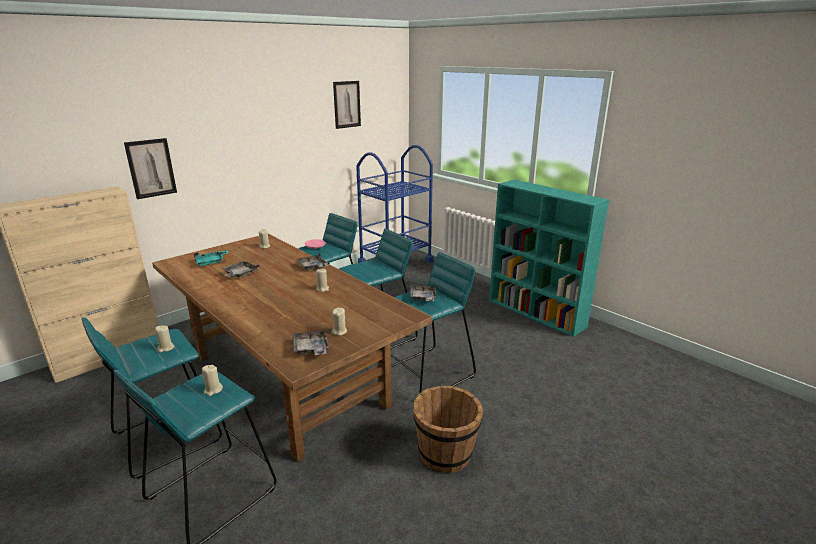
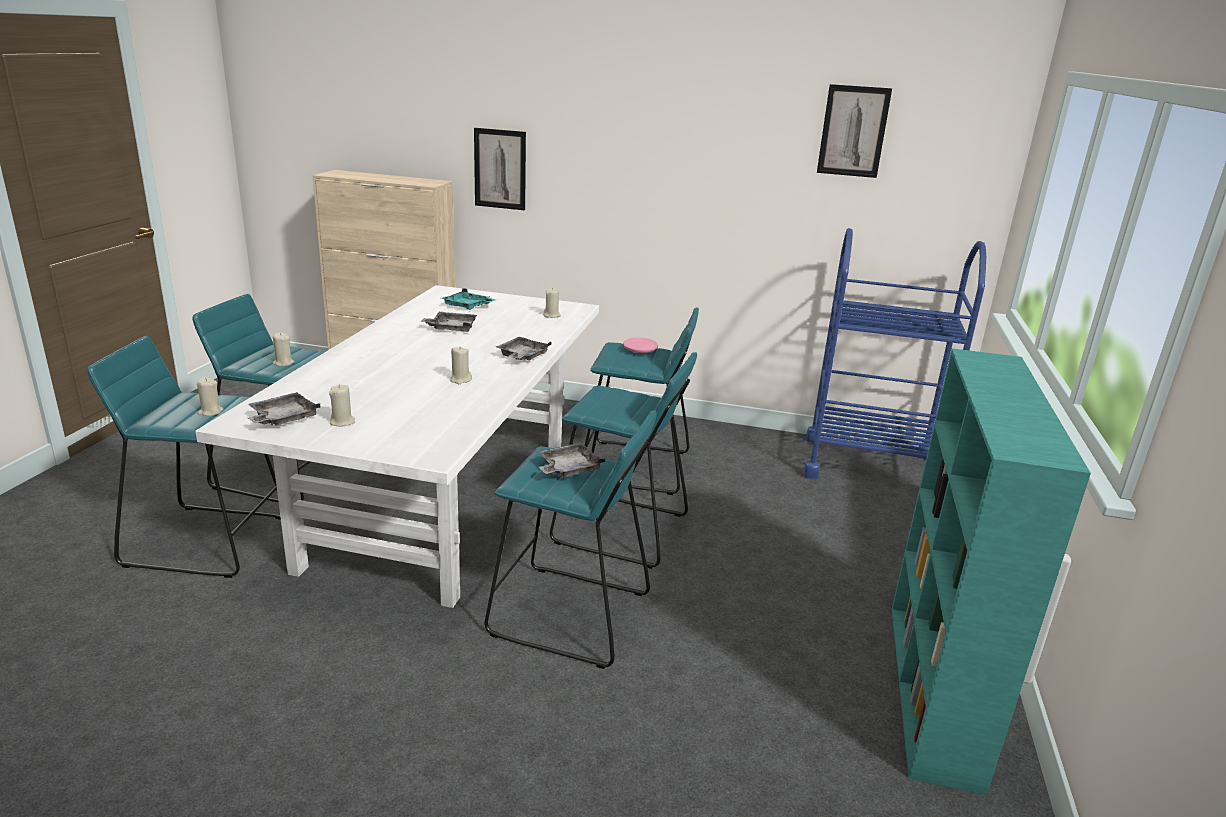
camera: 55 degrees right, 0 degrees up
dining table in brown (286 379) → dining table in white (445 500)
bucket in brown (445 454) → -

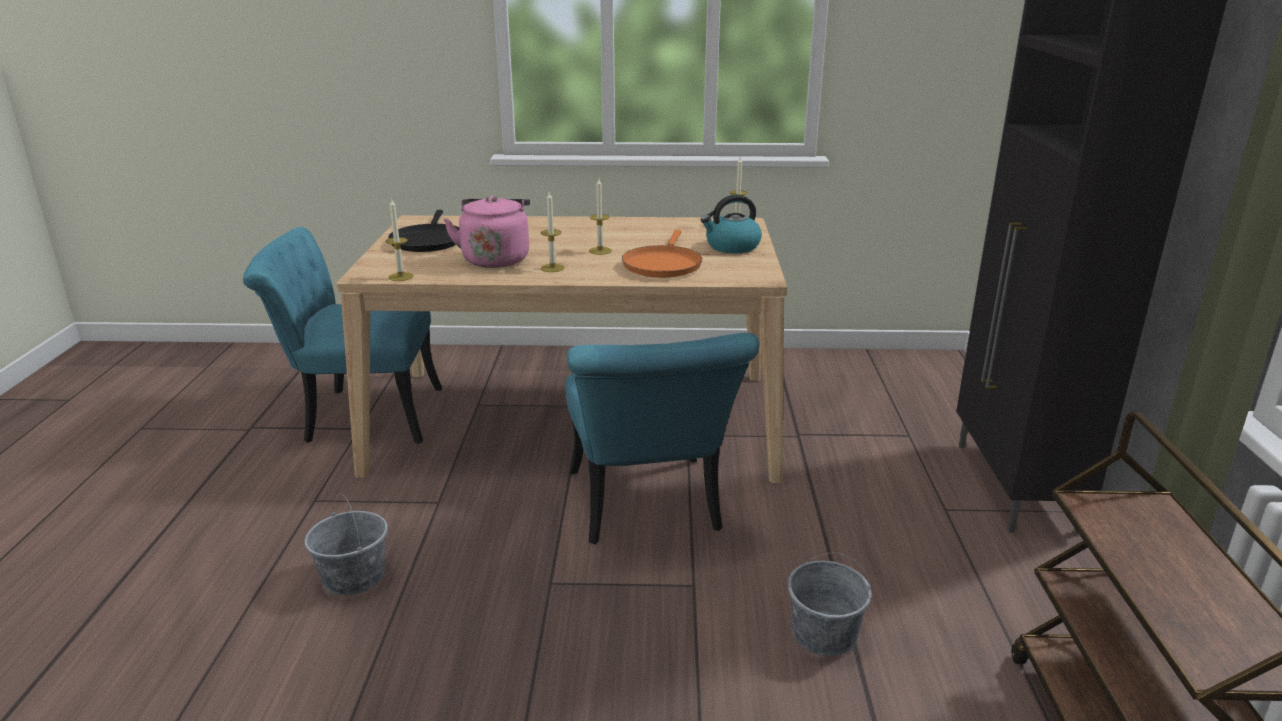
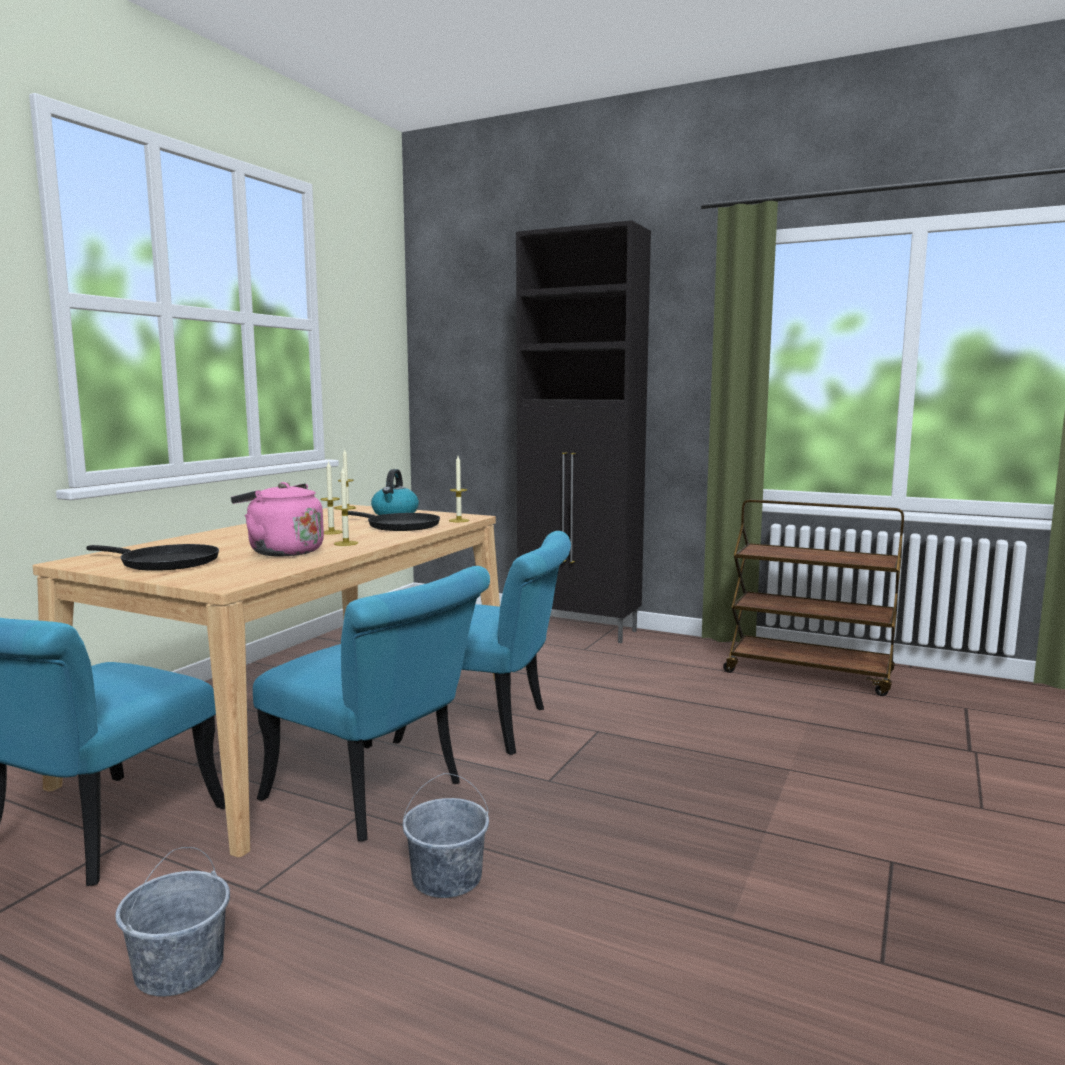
camera: 65 degrees left, 15 degrees down
candle (401 277) → candle (459 520), relocated
frying pan in orange (662 264) → frying pan in black (399 526)
bucket in grey (824 634) → bucket in grey (180 967), relocated
- → chair in turquoise (379 796)

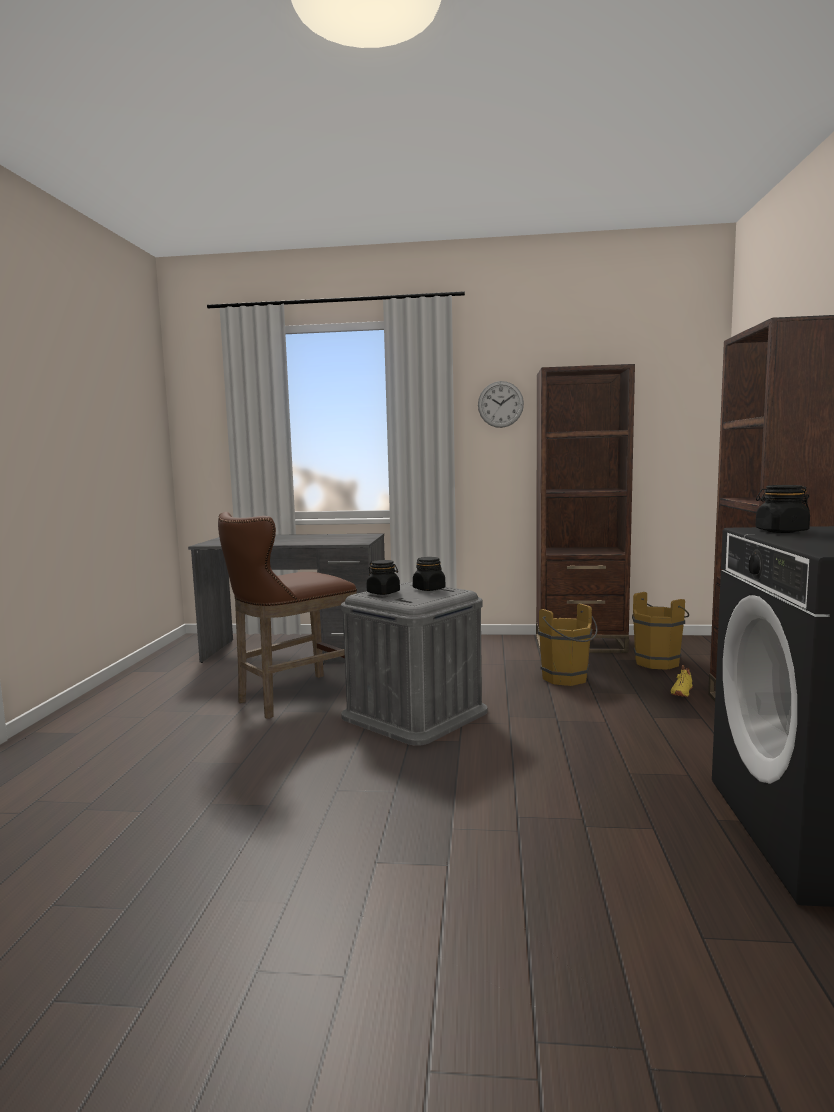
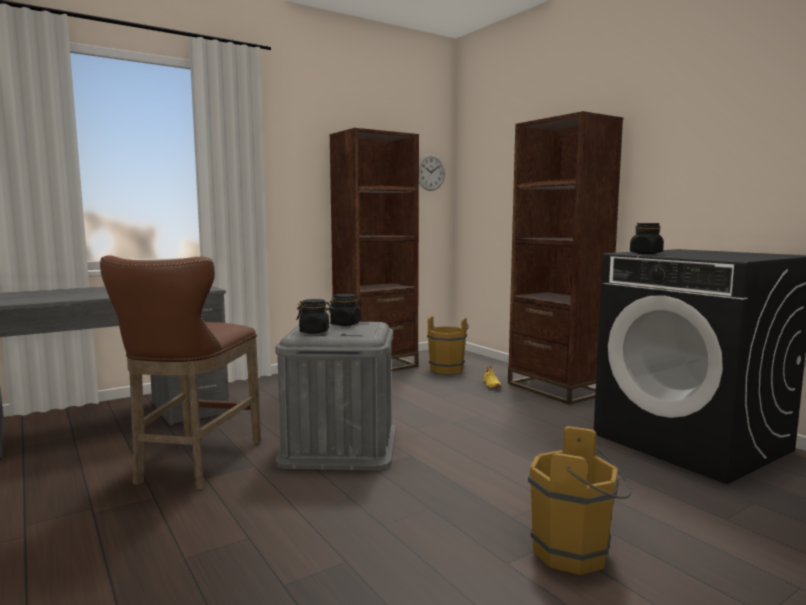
camera: 40 degrees left, 0 degrees up
wall clock (500 404) → wall clock (430 172), relocated
bucket in brown (567 679) → bucket in brown (576 554), relocated

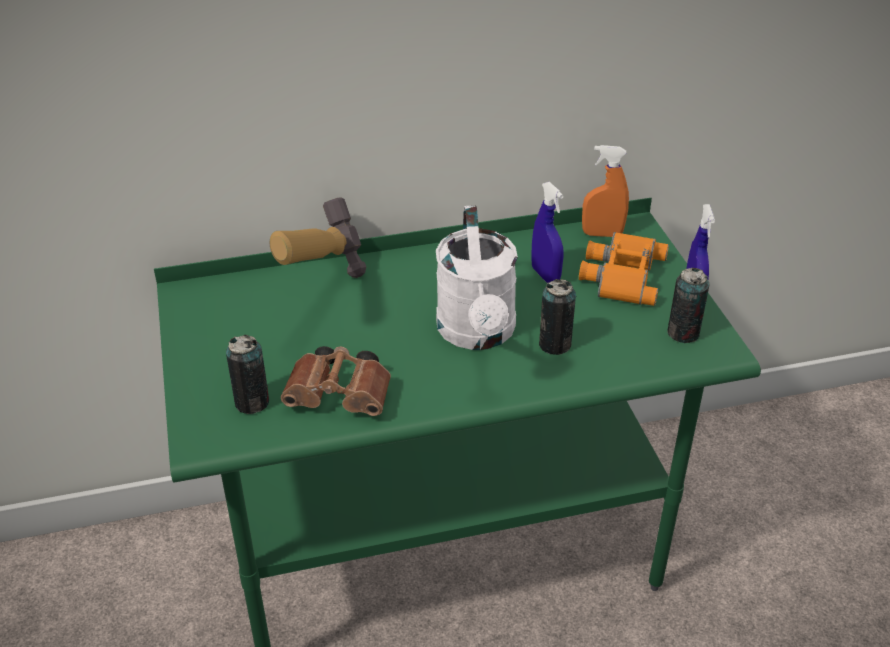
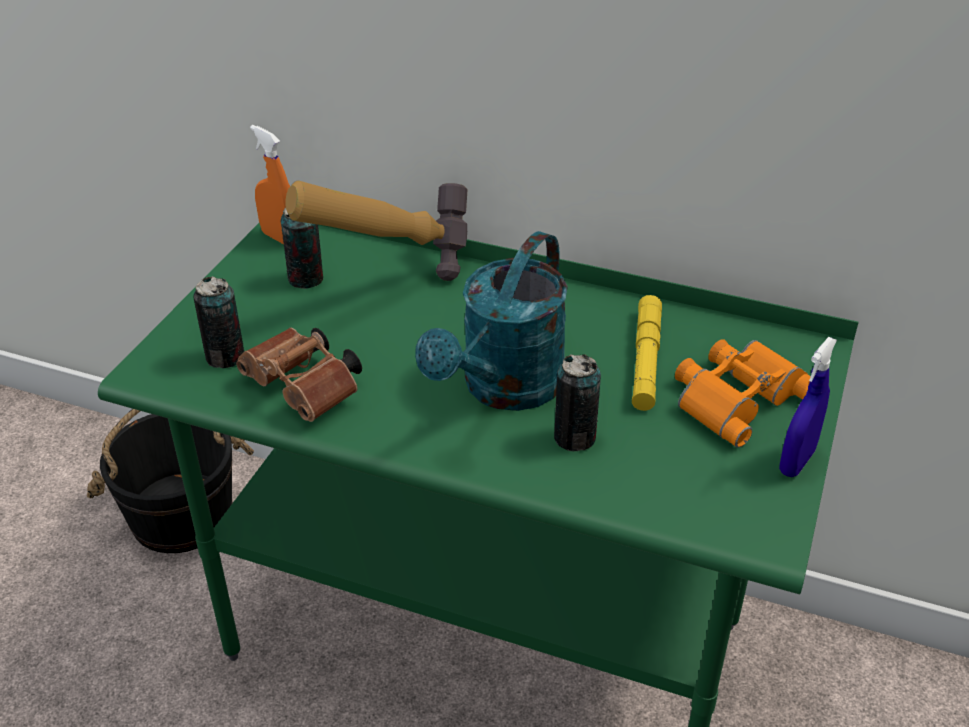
camera: 35 degrees right, 0 degrees up
spray bottle in orange (602 234) → spray bottle in orange (280 238), relocated
spray bottle in blue (545 275) → flashlight in yellow (646 359)
watering can in white (478 334) → watering can in turquoise (504 389)
can (683 333) → can (306 279), relocated
- → bucket in black (181 514)

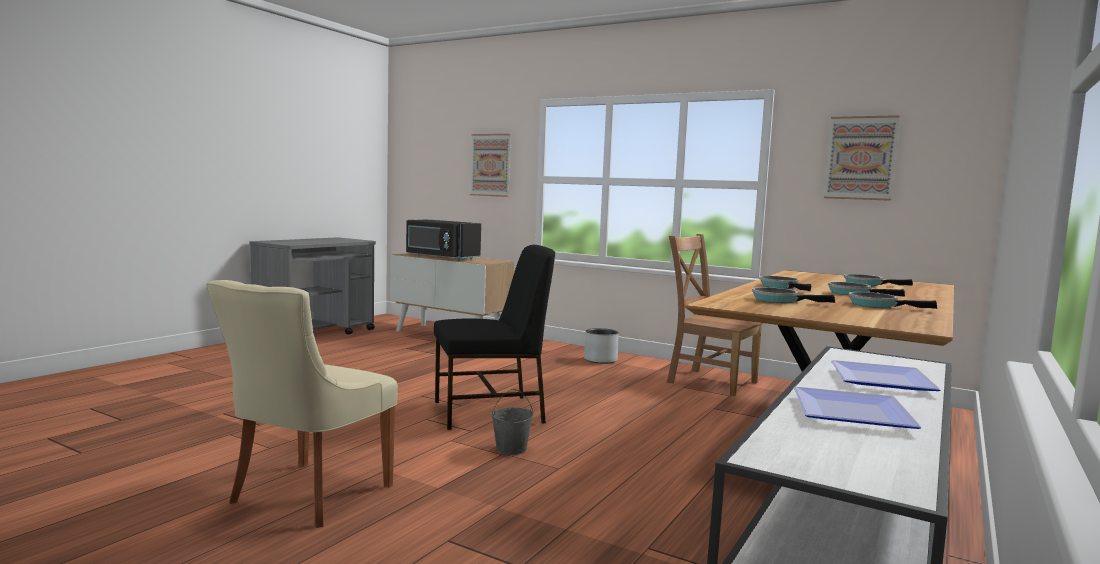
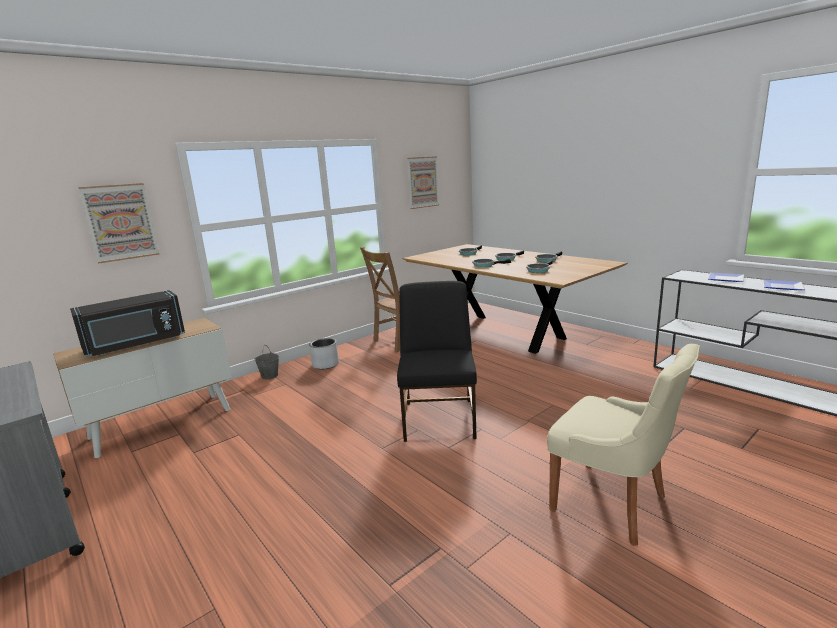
camera: 70 degrees left, 10 degrees up
bucket in grey (511 449) → bucket in grey (269 376), relocated

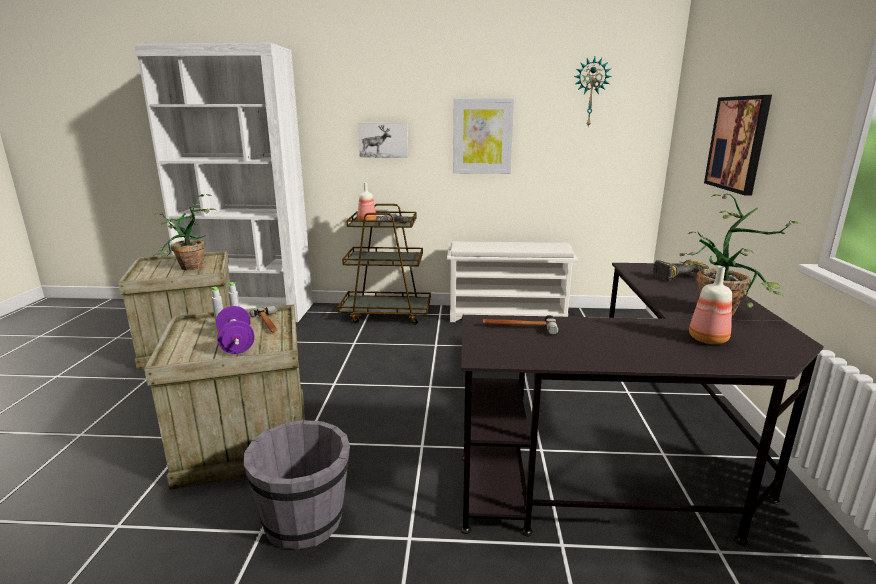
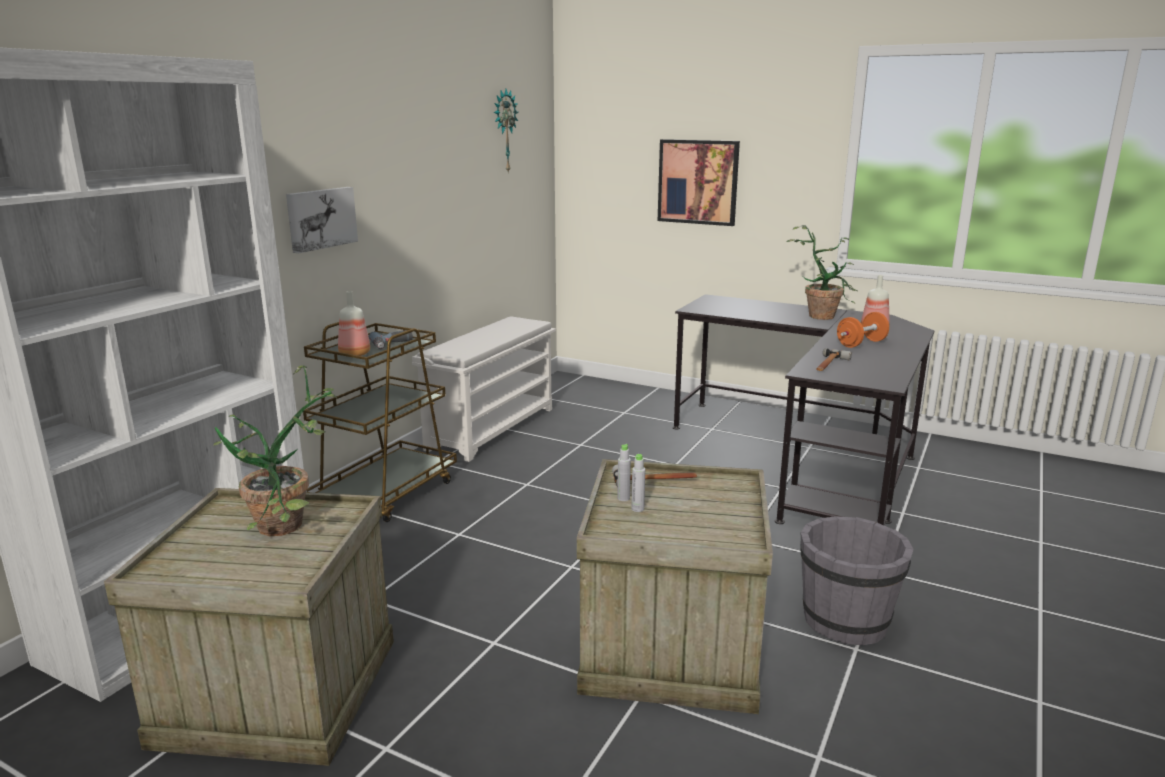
camera: 65 degrees left, 0 degrees up
picture (482 136) → -
power drill (676 275) → -
dumbbell in purple (236 344) → -
- → dumbbell in orange (861 343)

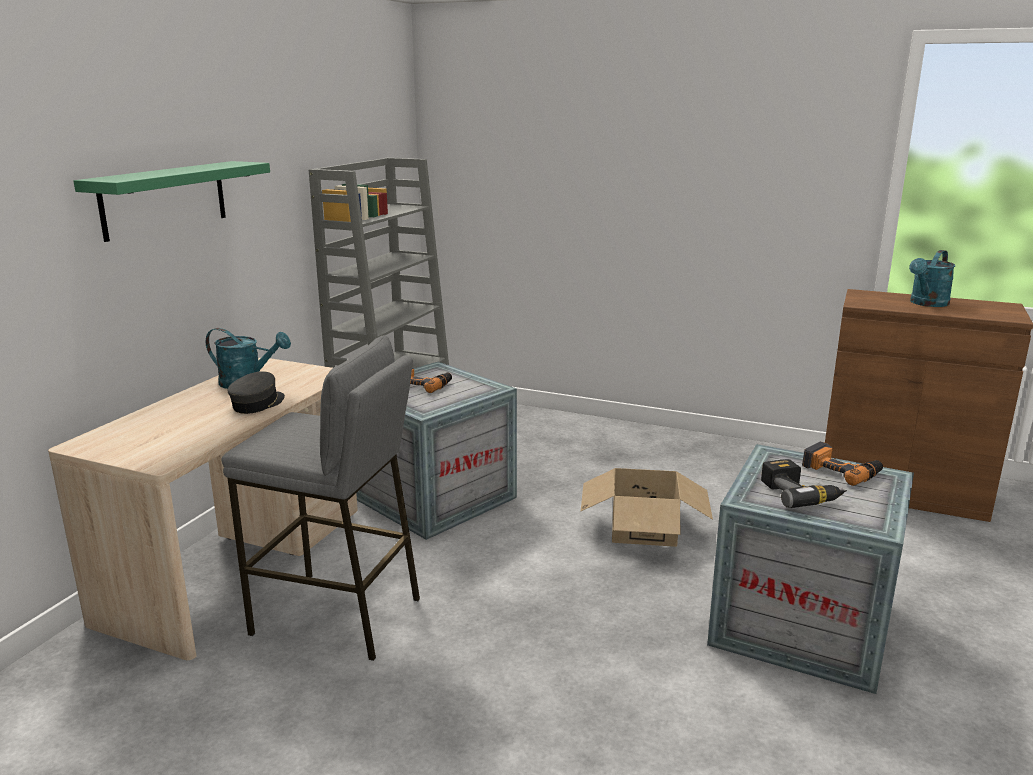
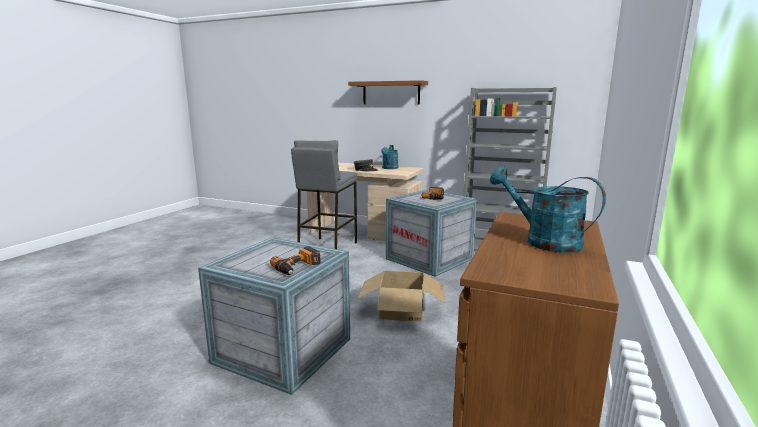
camera: 90 degrees right, 5 degrees down
shelf in green (165 199) → shelf in brown (391 93)
power drill (800 494) → -

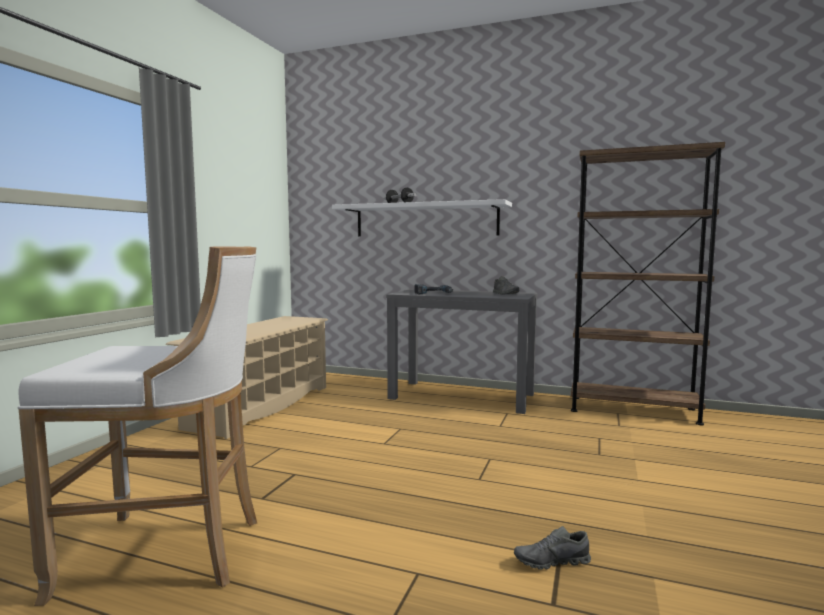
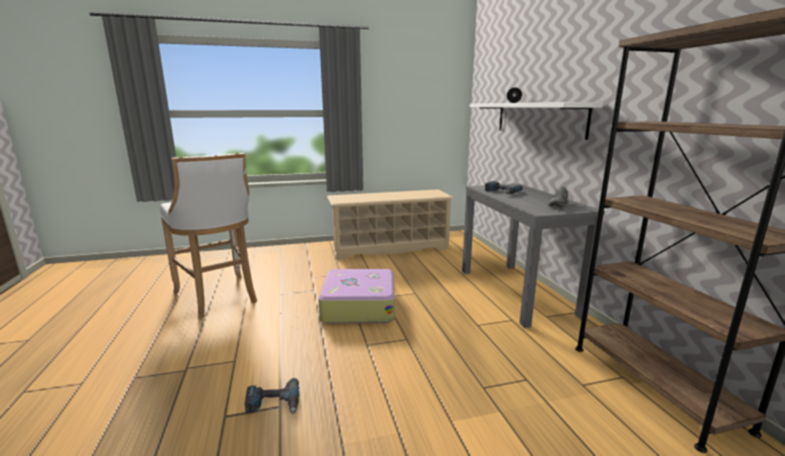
camera: 55 degrees right, 10 degrees up
shoe in grey (551 562) → power drill (273 404)
- → suitcase (358 306)

